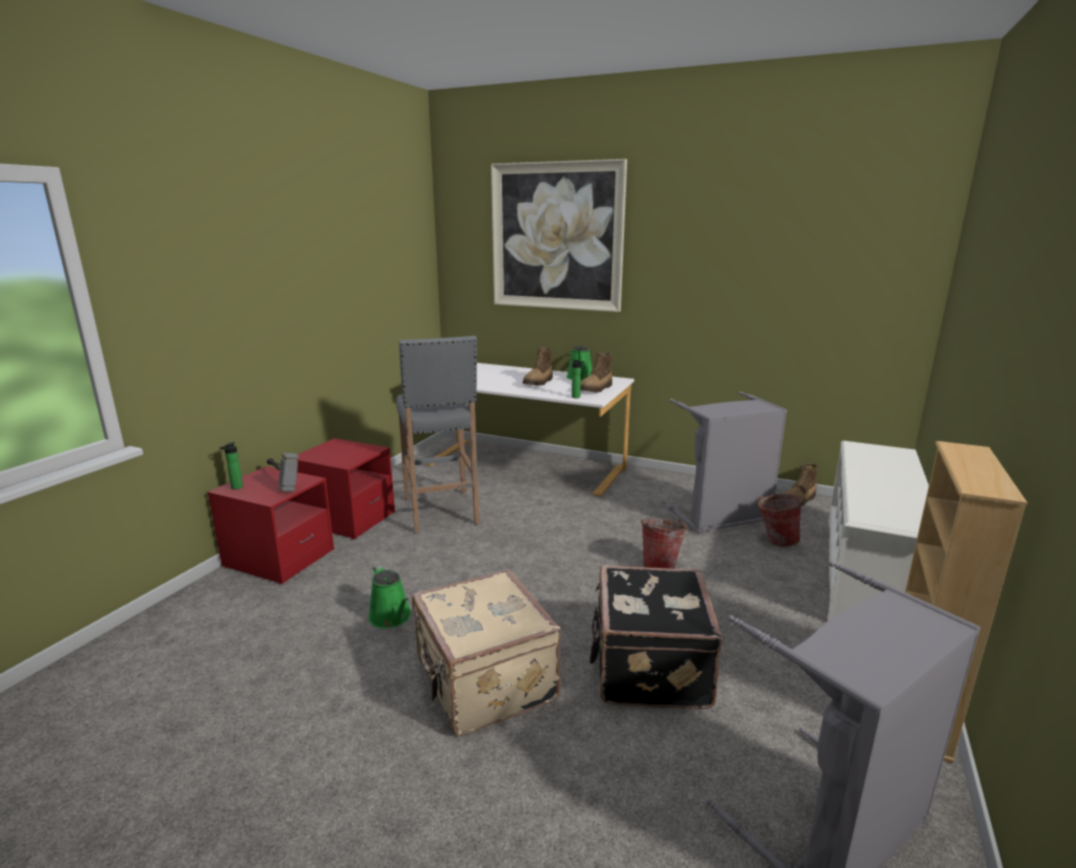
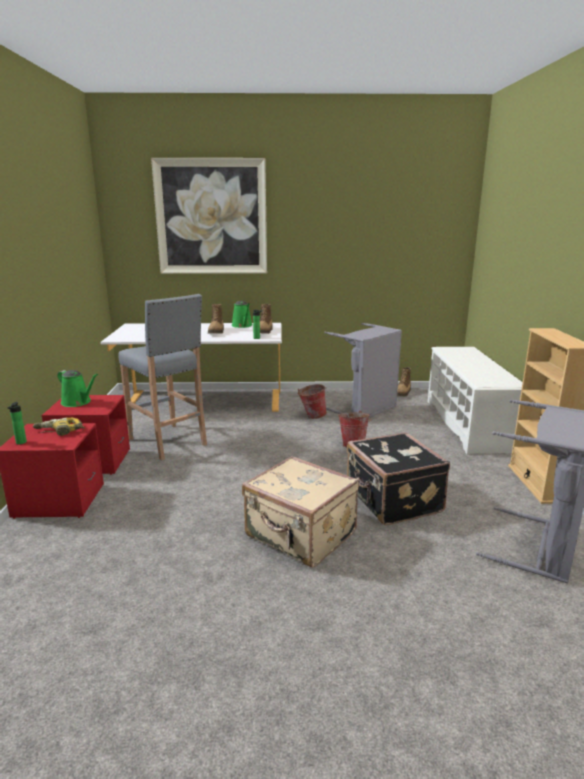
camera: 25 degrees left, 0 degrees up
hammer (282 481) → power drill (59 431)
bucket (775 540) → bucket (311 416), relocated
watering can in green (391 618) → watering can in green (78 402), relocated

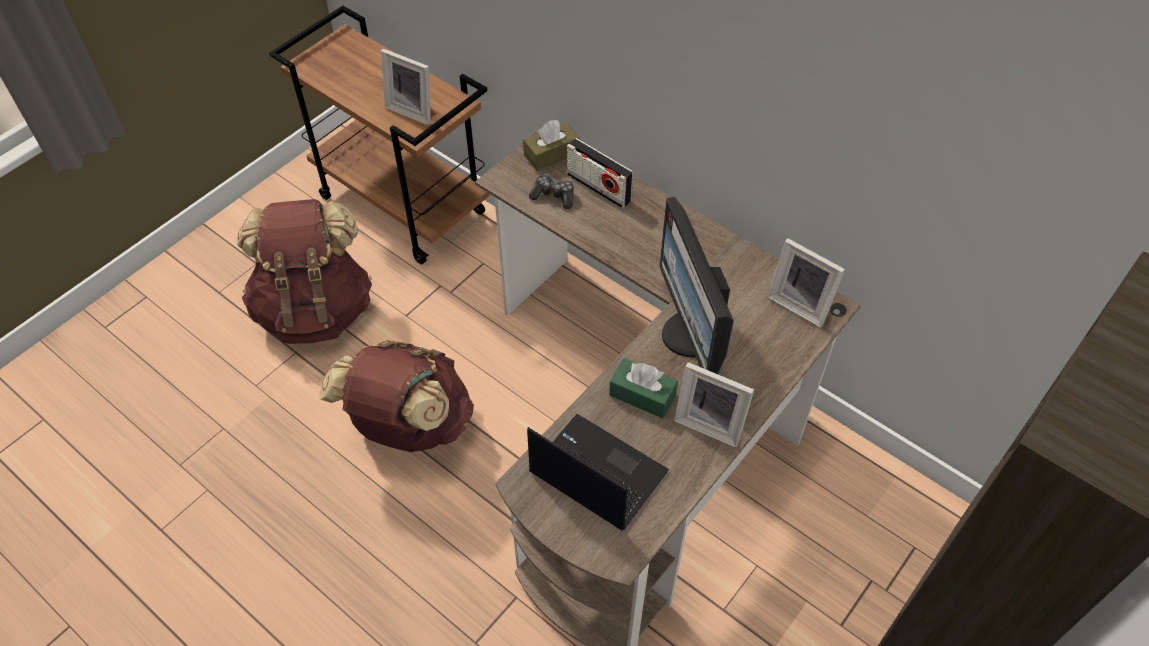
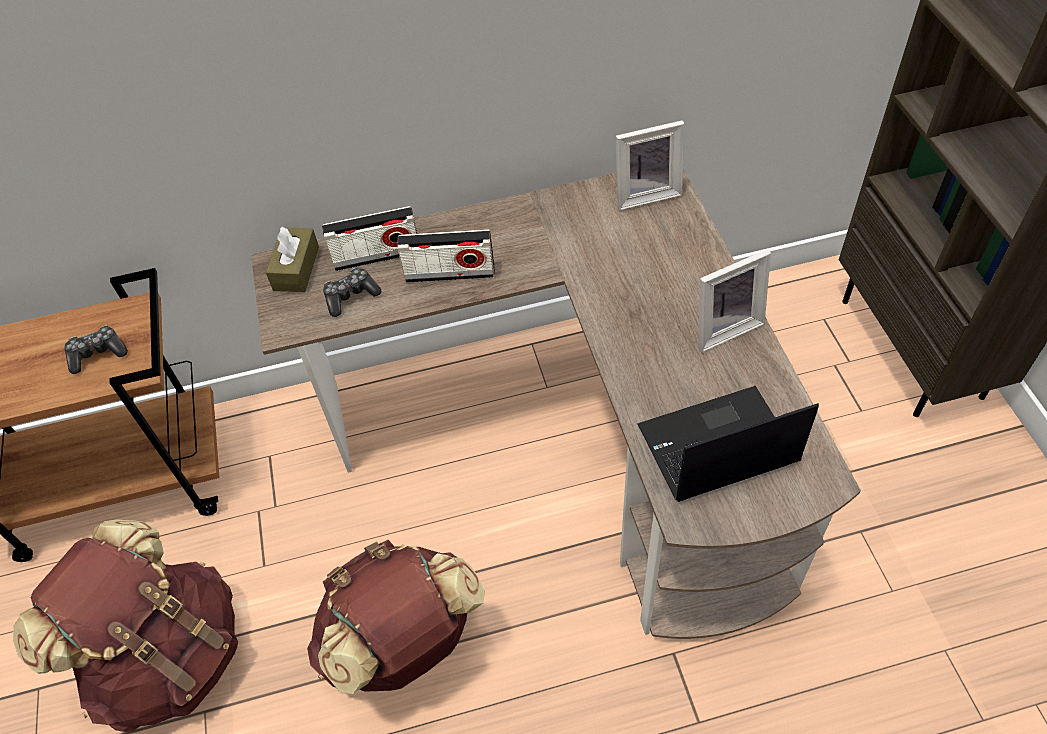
camera: 50 degrees left, 0 degrees up
picture frame (413 109) → game controller (98 354)
monitor (691 335) → -
tissue box in green (642 395) → -
- → radio (450 274)

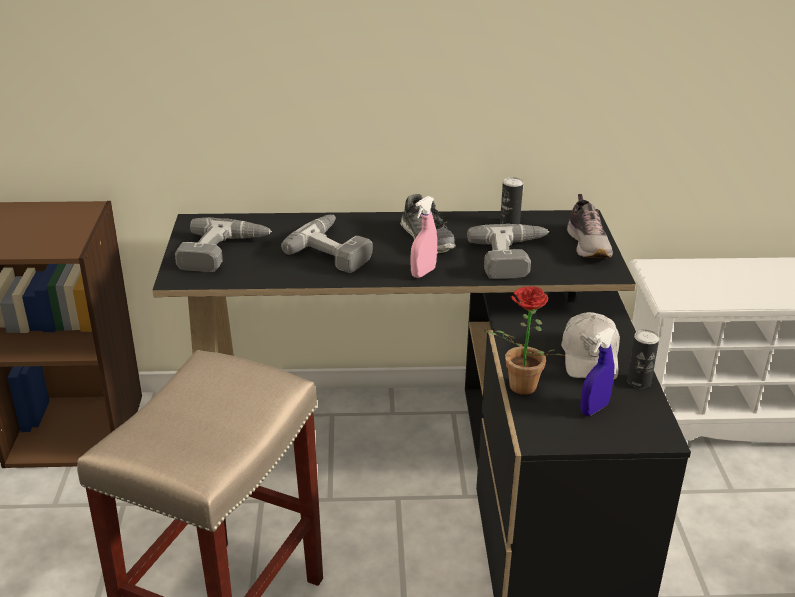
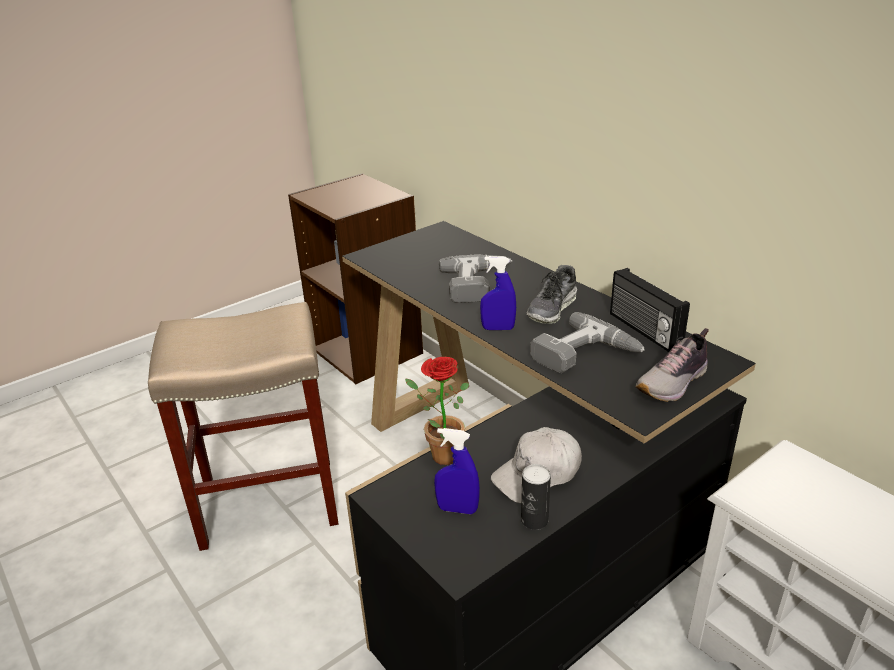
camera: 55 degrees right, 0 degrees up
can (509 223) → radio (643 330)
spray bottle in pink (423 273) → spray bottle in blue (498 328)
power drill (223 253) → -

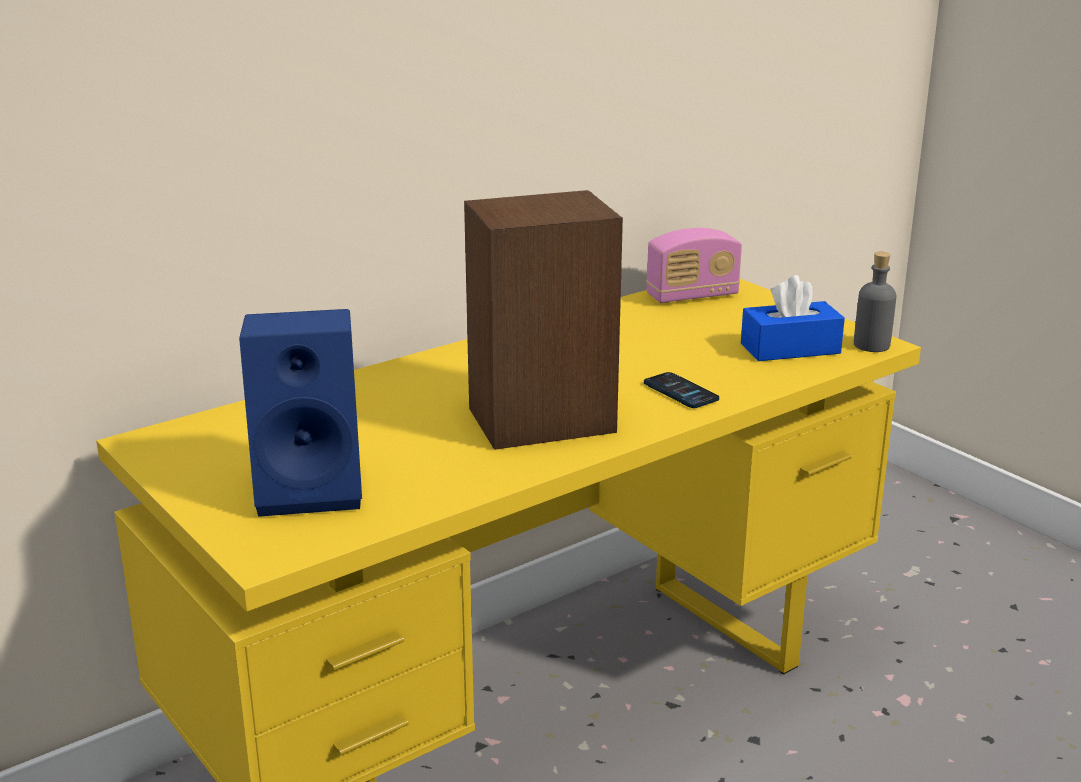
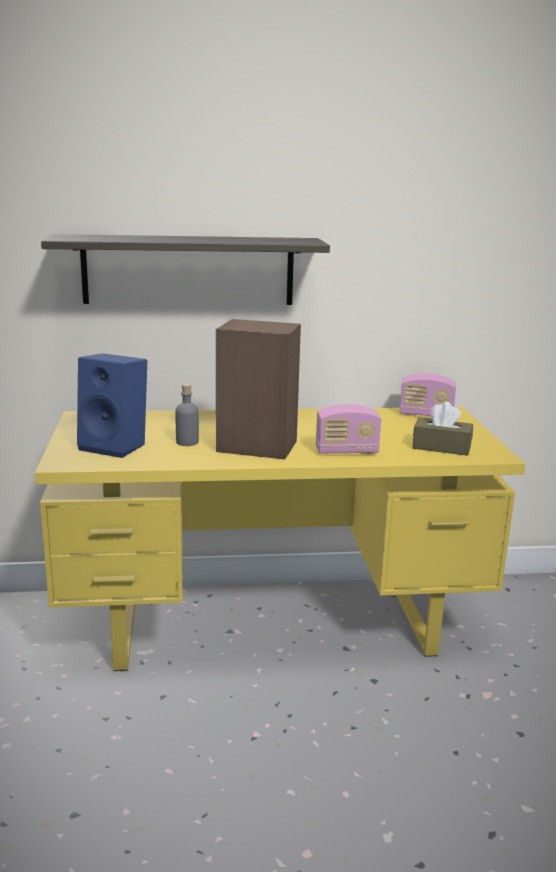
camera: 30 degrees right, 5 degrees down
bottle in grey (871 345) → bottle in grey (187 442), relocated
tissue box in blue (790 348) → tissue box in brown (441 447)
phone (680 392) → radio (346 451)
- → shelf (188 270)

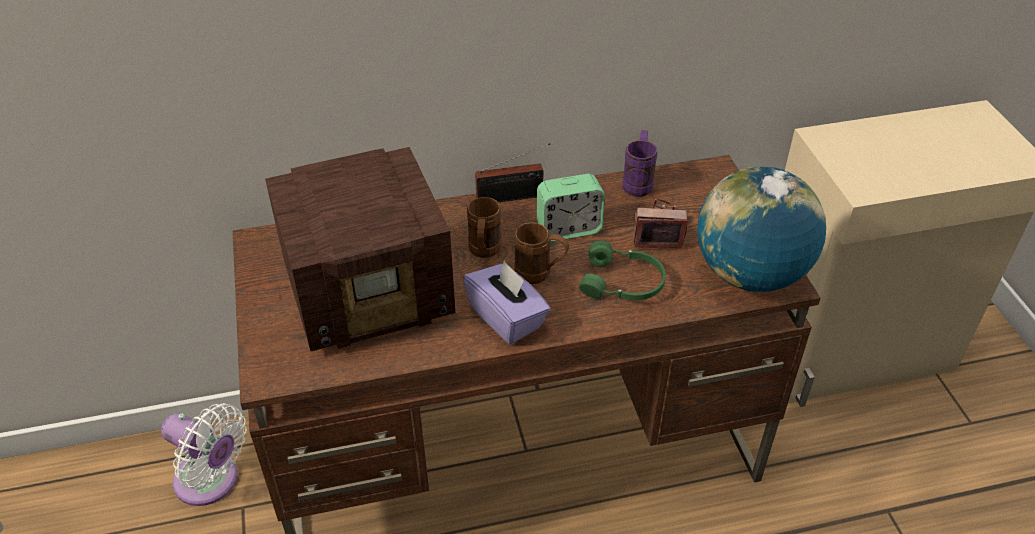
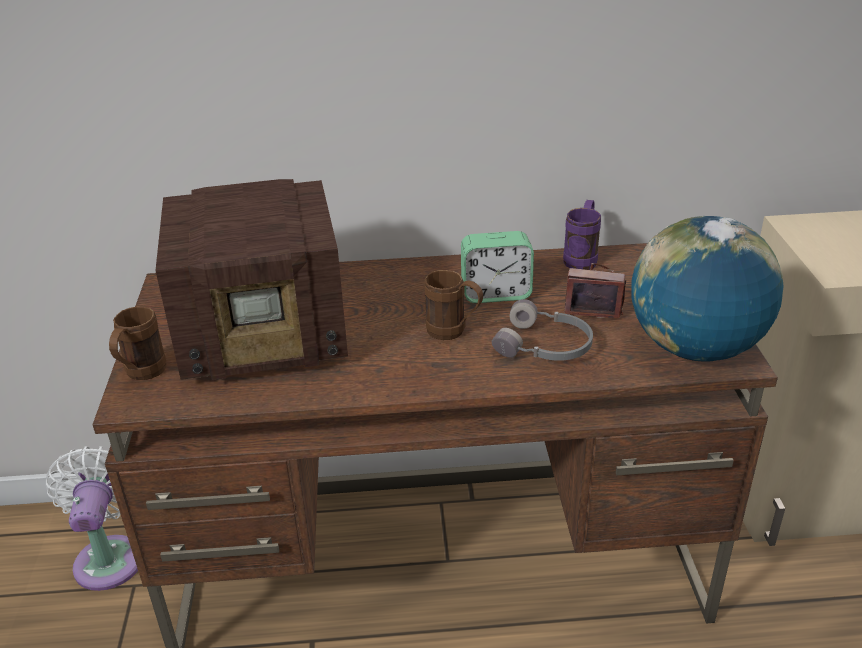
camera: 10 degrees right, 10 degrees down
radio (513 197) → -
mug in brown (483 253) → mug in brown (141 375), relocated
headphones in green (623 283) → headphones in grey (544 346)
tissue box in purple (507 318) → -
fan in white (211 482) → fan in white (110 556), 135 degrees counterclockwise

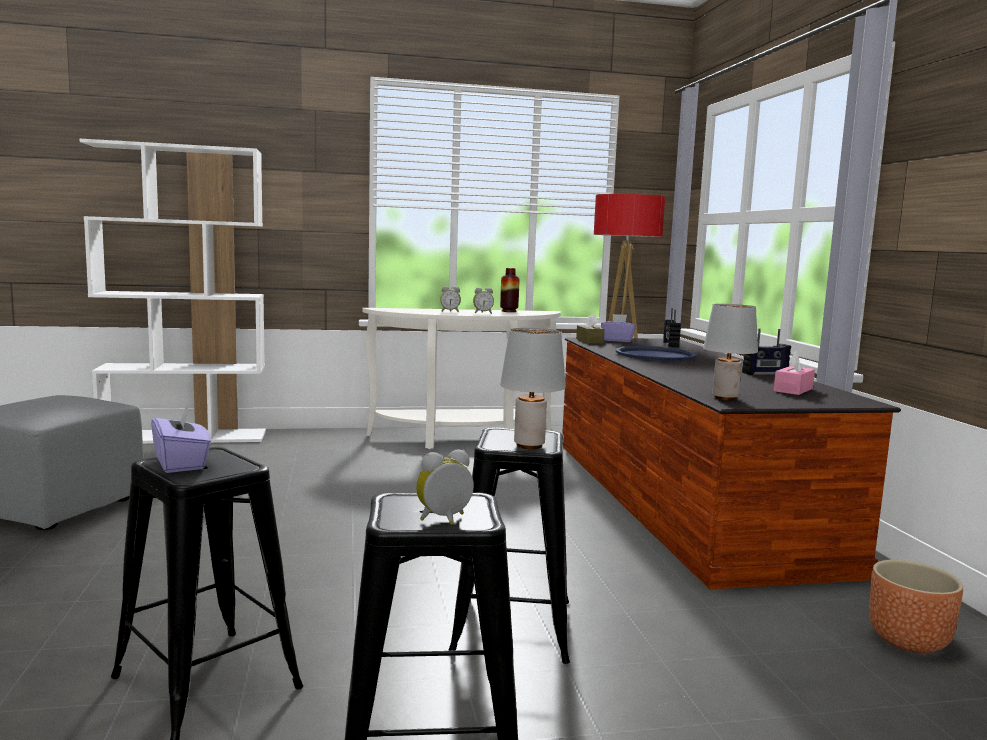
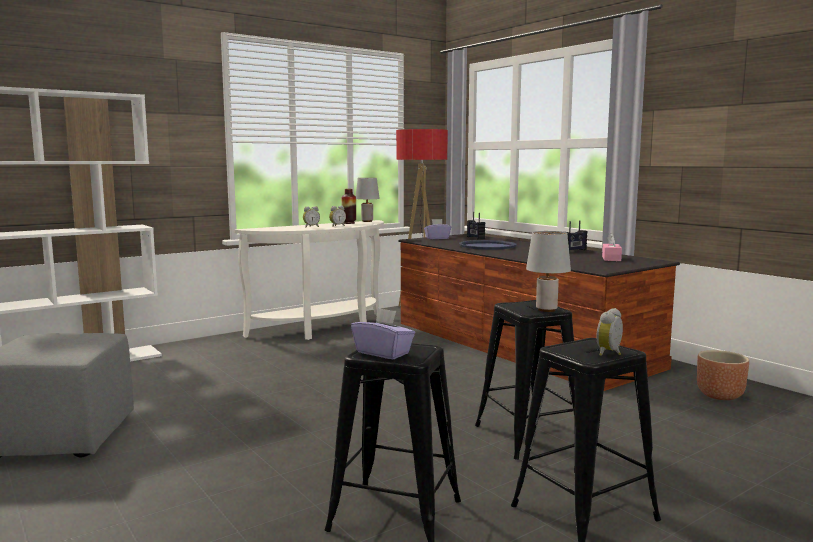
camera: 25 degrees left, 0 degrees up
table lamp in grey (726 398) → table lamp in grey (367 221), relocated
tissue box in brown (589 341) → -

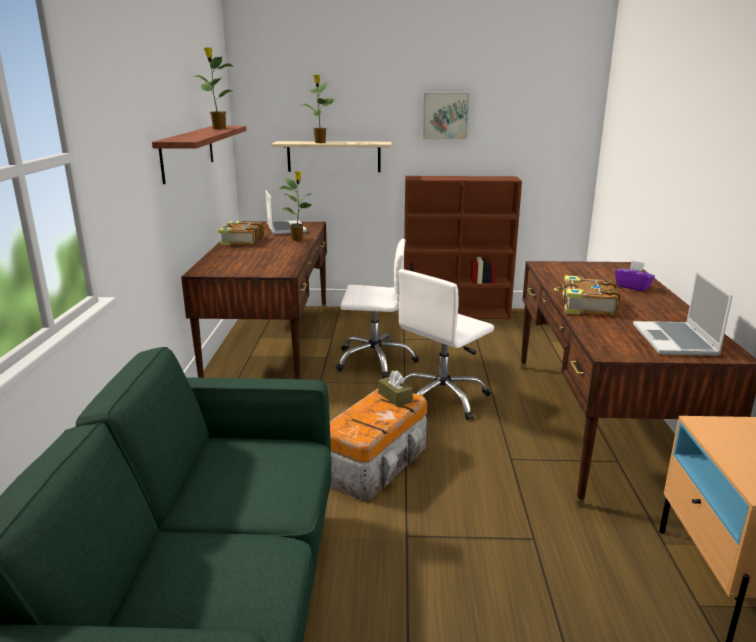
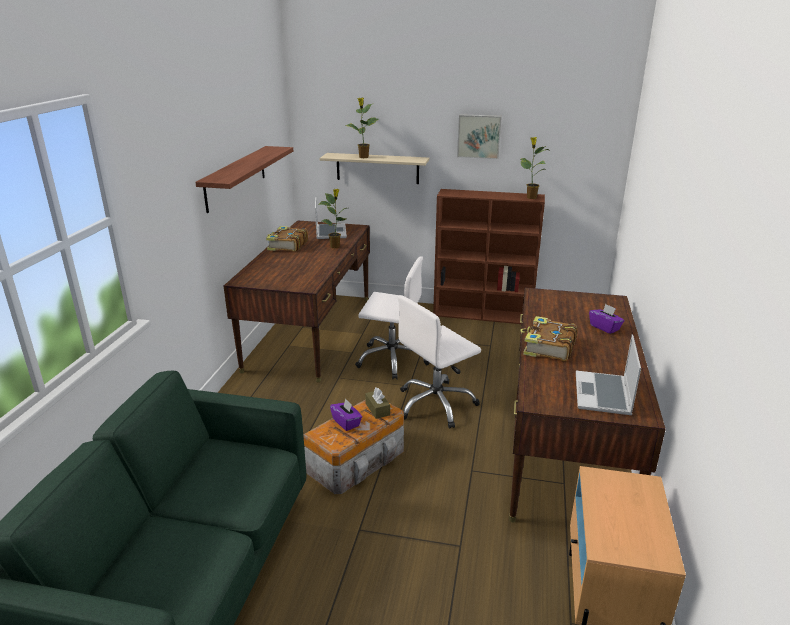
camera: 10 degrees right, 5 degrees up
potted plant (218 128) → potted plant (530 197), relocated
- → tissue box in purple (346 422)

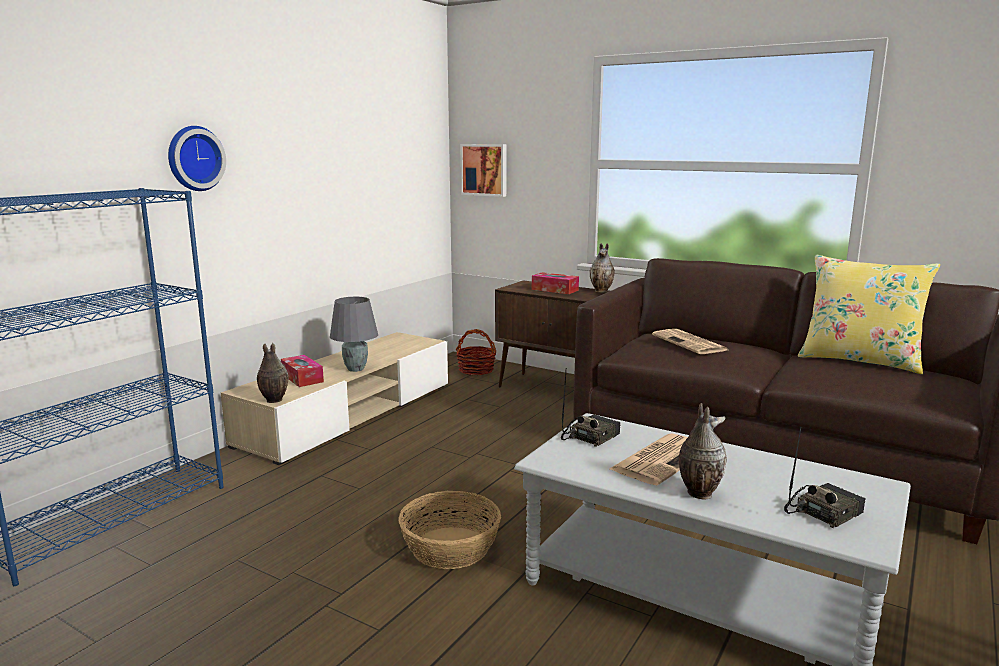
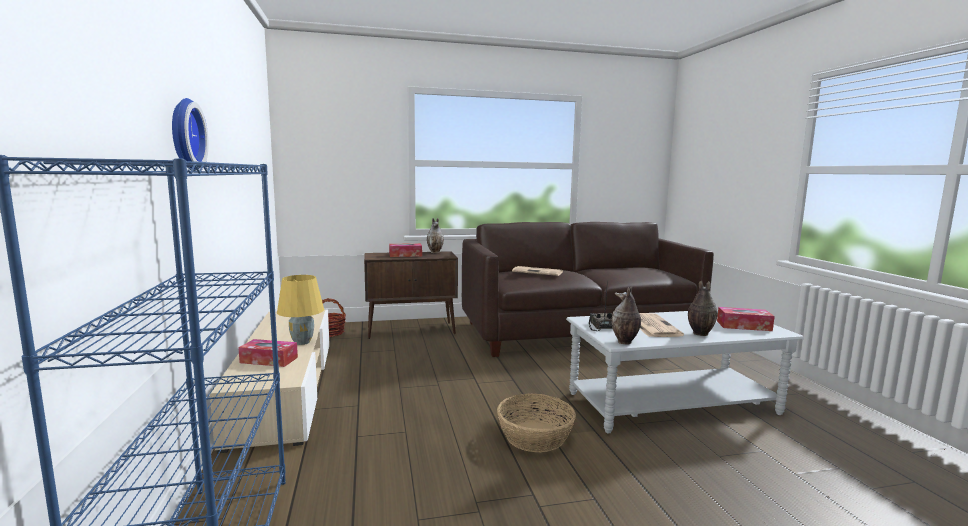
camera: 45 degrees left, 5 degrees down
picture (484 169) → -
pillow in yellow (859 360) → -
table lamp in grey (356 369) → table lamp in yellow (303 342)
vase (273 400) → vase (624 342), relocated
radio (822 512) → tissue box (743 326)

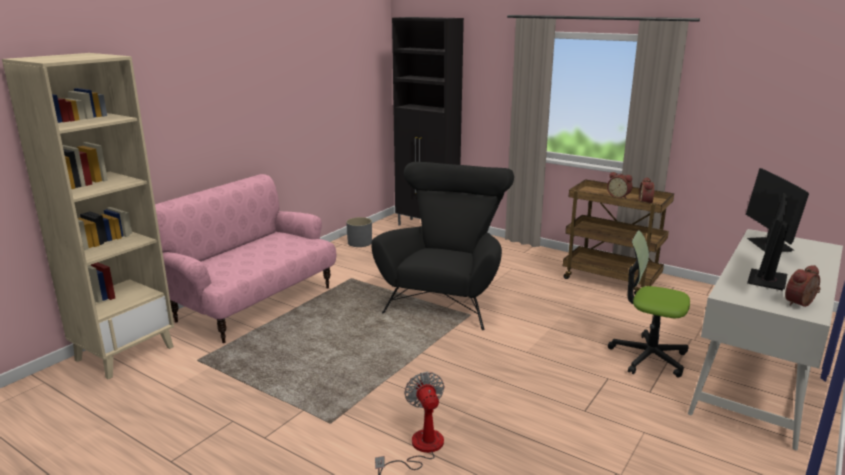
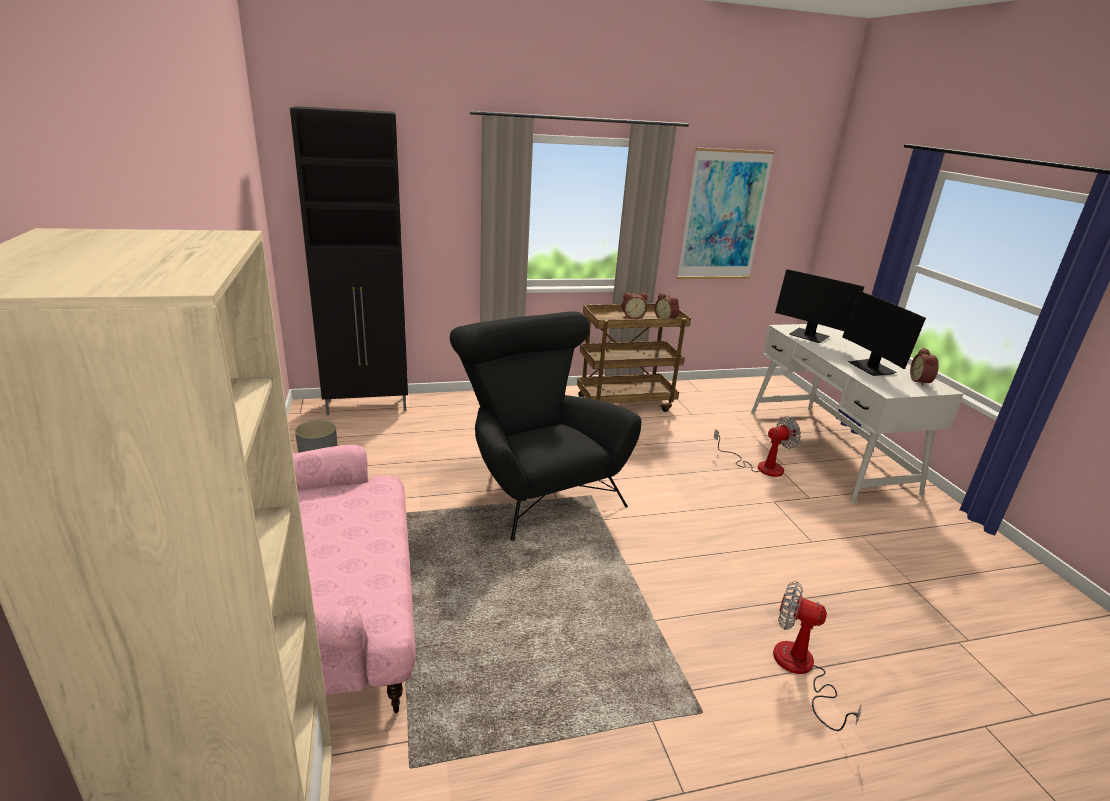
camera: 50 degrees left, 5 degrees up
office chair (648 357) → fan (760 466)
- → picture (723 216)

